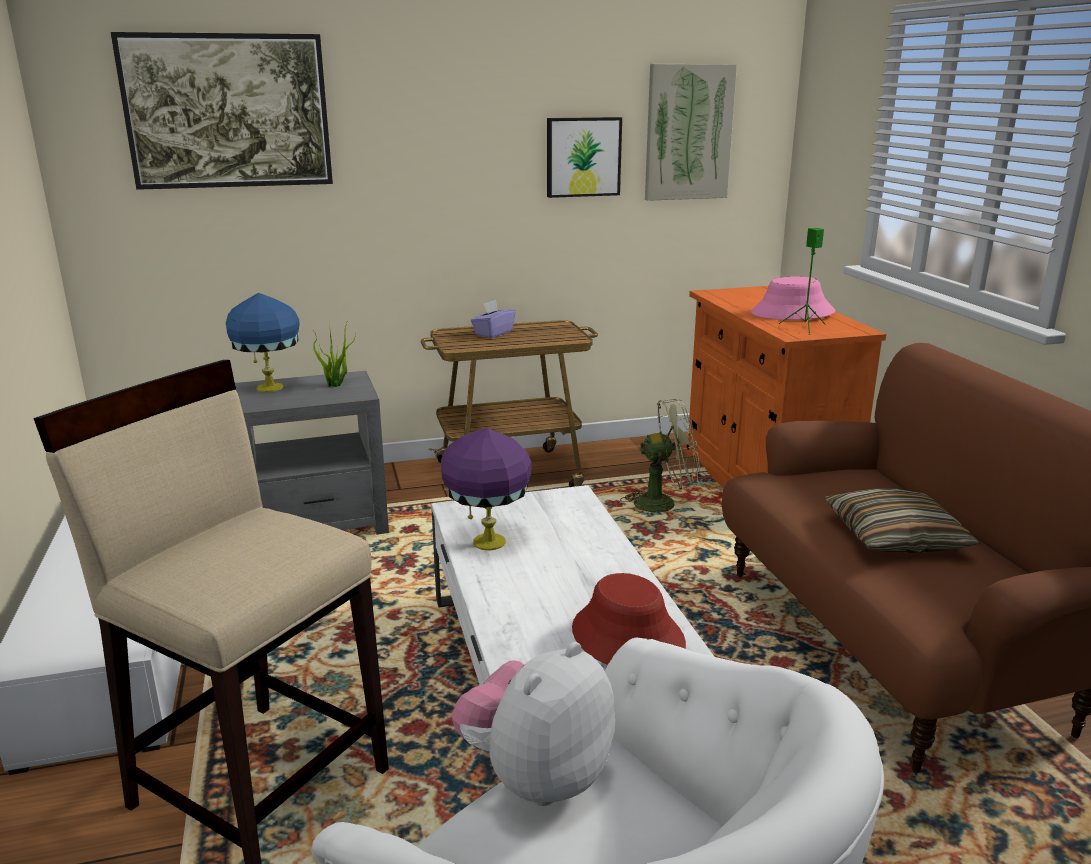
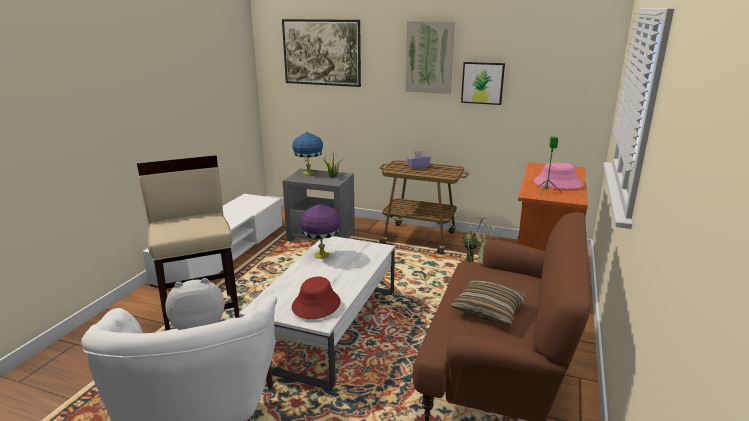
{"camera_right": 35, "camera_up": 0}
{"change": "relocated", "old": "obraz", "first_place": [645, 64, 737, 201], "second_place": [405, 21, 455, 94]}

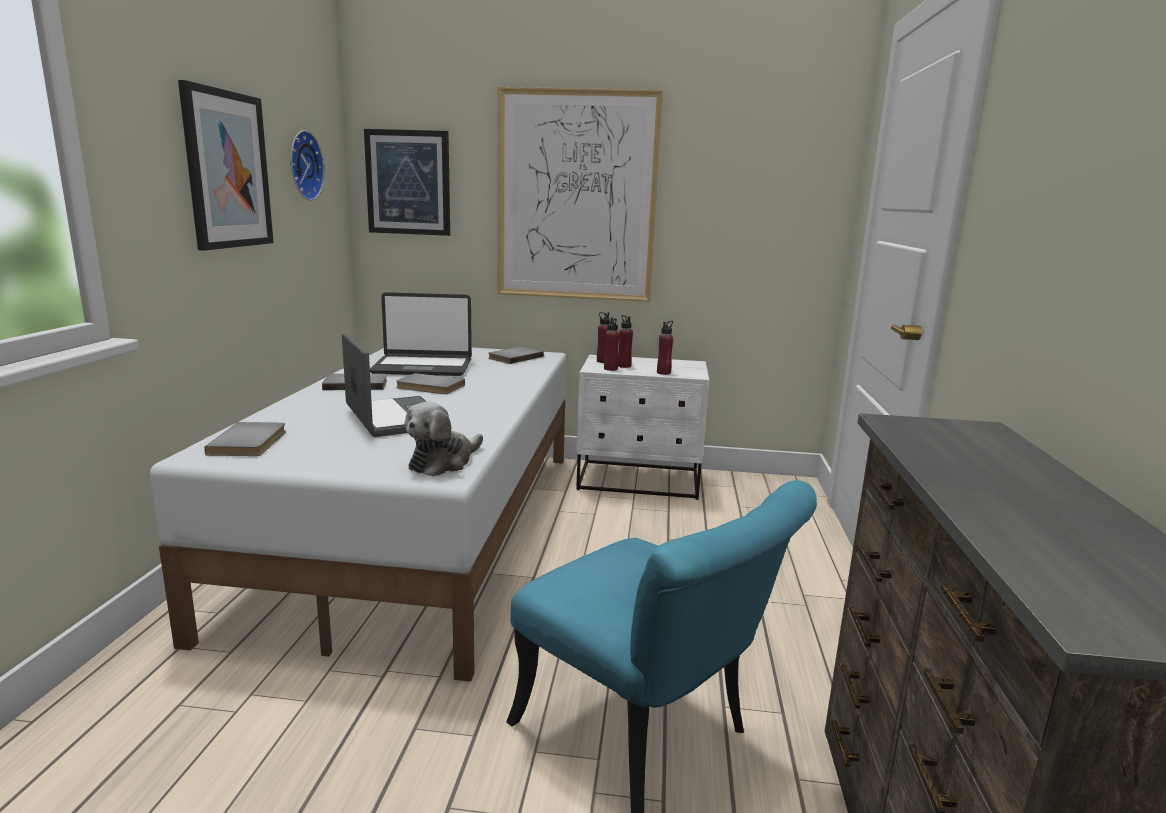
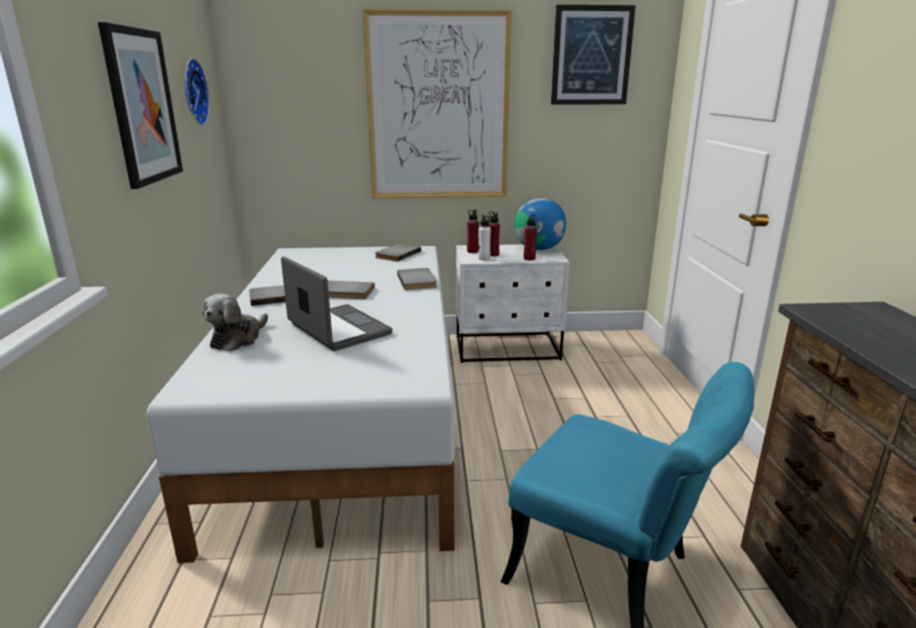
{"camera_right": -10, "camera_up": 5}
{"change": "missing", "old": "laptop", "first_place": [370, 292, 472, 376]}
{"change": "appeared", "new": "globus", "second_place": [515, 198, 566, 250]}
{"change": "relocated", "old": "książka [szary]", "first_place": [204, 422, 286, 456], "second_place": [397, 268, 437, 290]}
{"change": "relocated", "old": "obraz", "first_place": [364, 129, 450, 236], "second_place": [551, 5, 636, 104]}
{"change": "relocated", "old": "pluszak", "first_place": [404, 402, 483, 477], "second_place": [202, 294, 268, 352]}
{"change": "colour", "old": "butelka [czerwony]", "new": "butelka [biały]", "first_place": [604, 317, 620, 371], "second_place": [478, 215, 491, 260]}

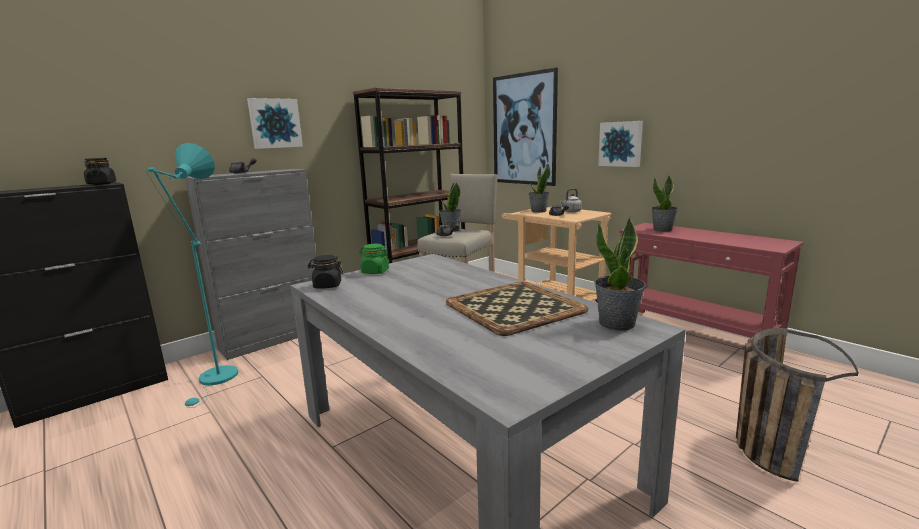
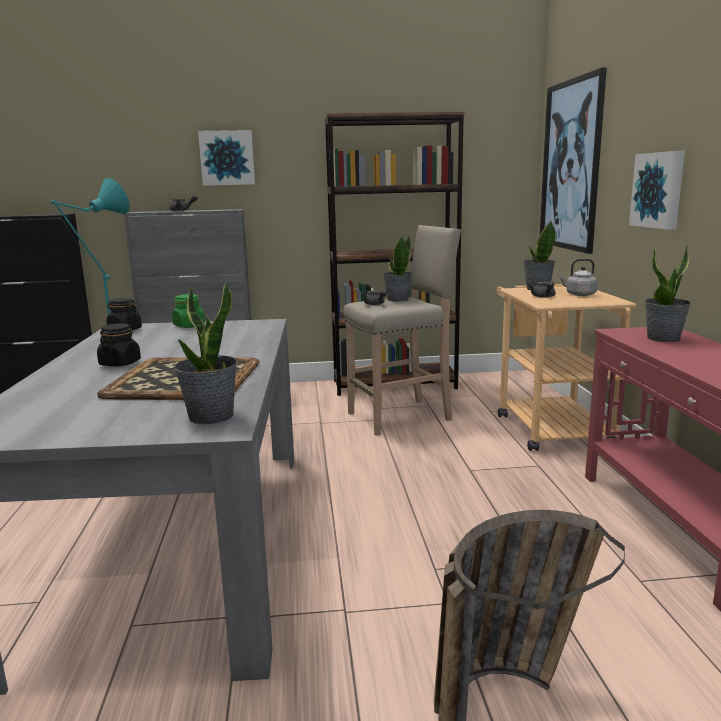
{"camera_right": 35, "camera_up": 0}
{"change": "relocated", "old": "słoik [czarny]", "first_place": [84, 158, 116, 185], "second_place": [97, 323, 141, 367]}

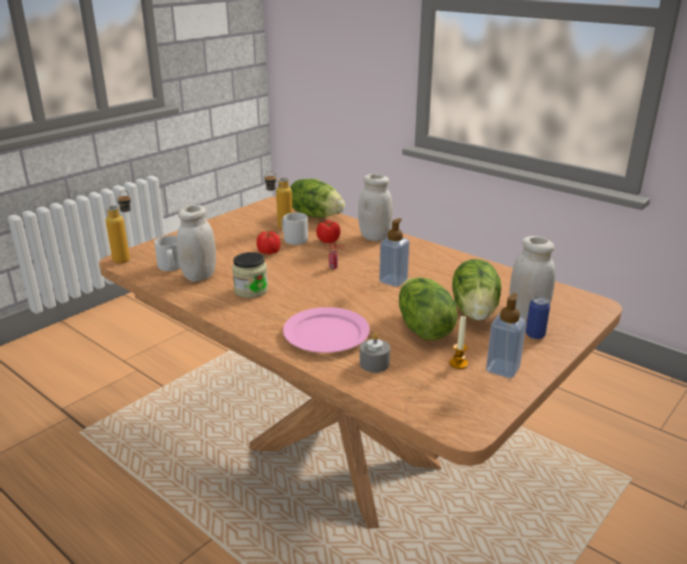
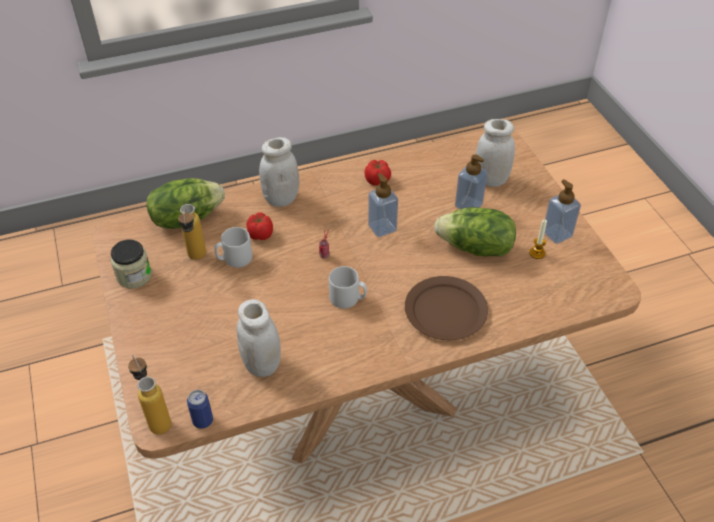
{"camera_right": -60, "camera_up": 20}
{"change": "missing", "old": "świeca [szary]", "first_place": [360, 333, 390, 373]}
{"change": "relocated", "old": "kubek [szary]", "first_place": [154, 236, 180, 271], "second_place": [329, 266, 367, 309]}
{"change": "relocated", "old": "słoik", "first_place": [232, 252, 268, 298], "second_place": [111, 240, 152, 288]}
{"change": "relocated", "old": "pomidor", "first_place": [256, 231, 281, 254], "second_place": [365, 160, 391, 186]}
{"change": "relocated", "old": "puszka", "first_place": [526, 296, 550, 339], "second_place": [187, 390, 213, 429]}
{"change": "exchanged", "old": "sałata", "new": "dozownik mydła", "first_place": [452, 259, 501, 321], "second_place": [455, 154, 488, 209]}
{"change": "colour", "old": "talerz [różowy]", "new": "talerz [brązowy]", "first_place": [283, 307, 370, 353], "second_place": [405, 276, 488, 340]}

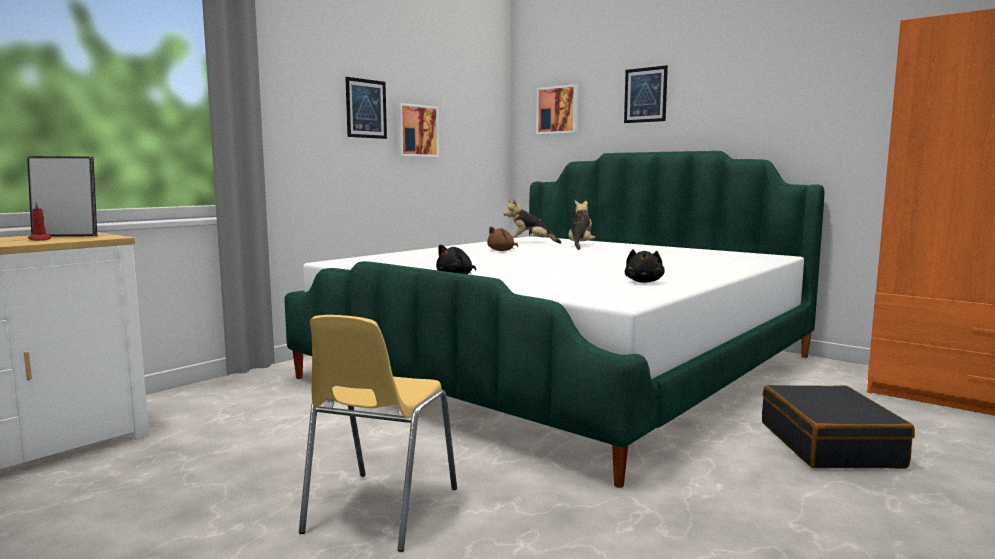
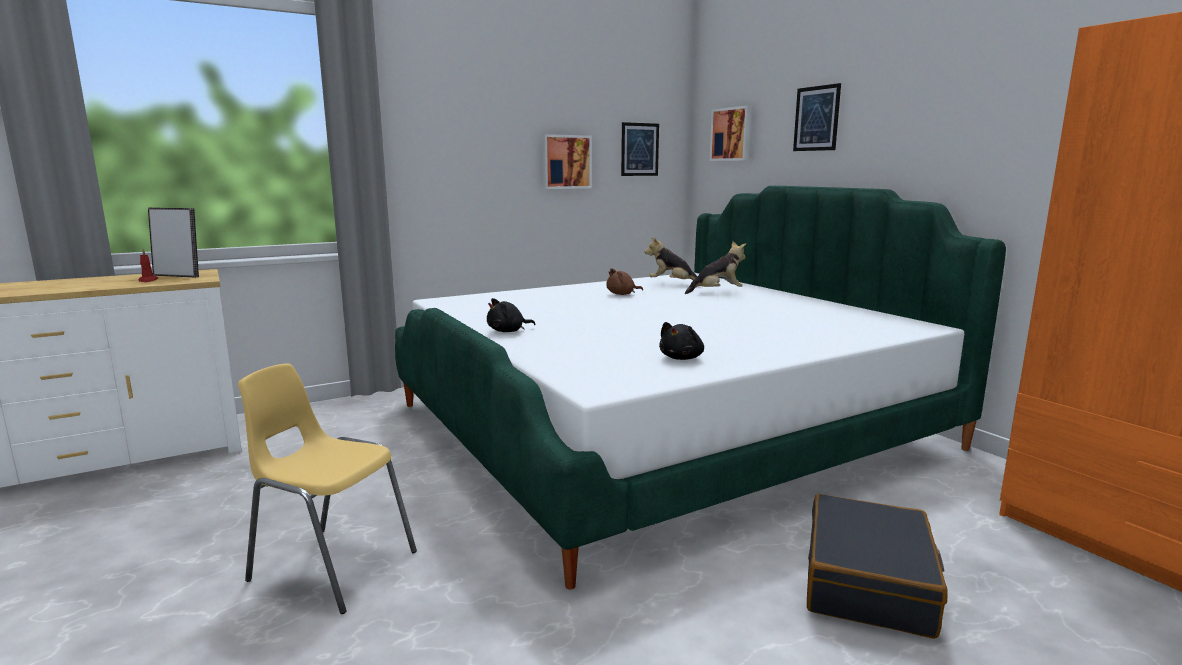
{"camera_right": 20, "camera_up": 5}
{"change": "relocated", "old": "obraz", "first_place": [345, 77, 387, 139], "second_place": [621, 122, 659, 176]}
{"change": "spun", "old": "krzesło [żółty]", "first_place": [299, 315, 457, 552], "second_place": [238, 363, 417, 614], "degrees": 75}
{"change": "spun", "old": "pluszak", "first_place": [568, 200, 595, 250], "second_place": [685, 241, 746, 294], "degrees": 45}

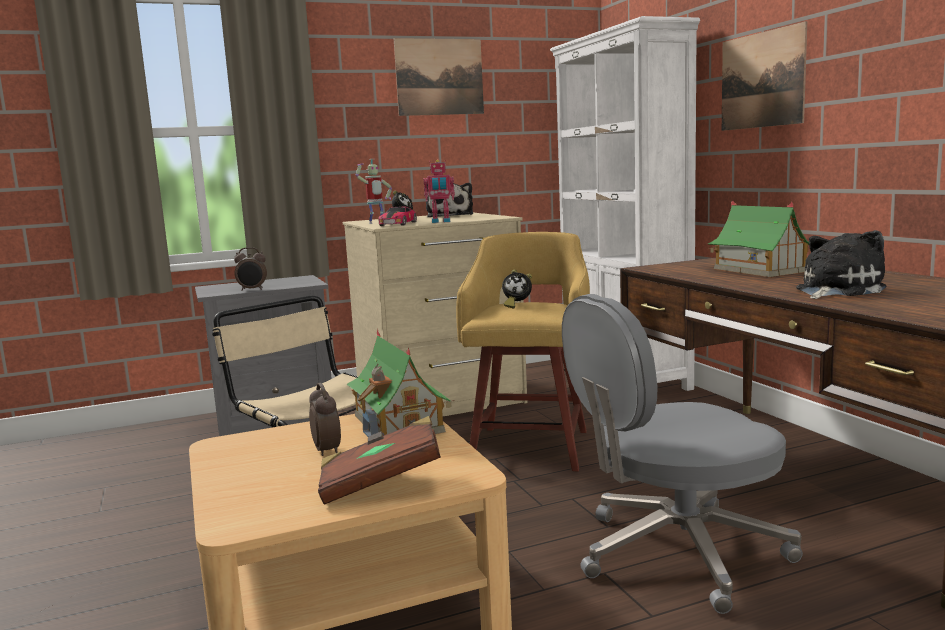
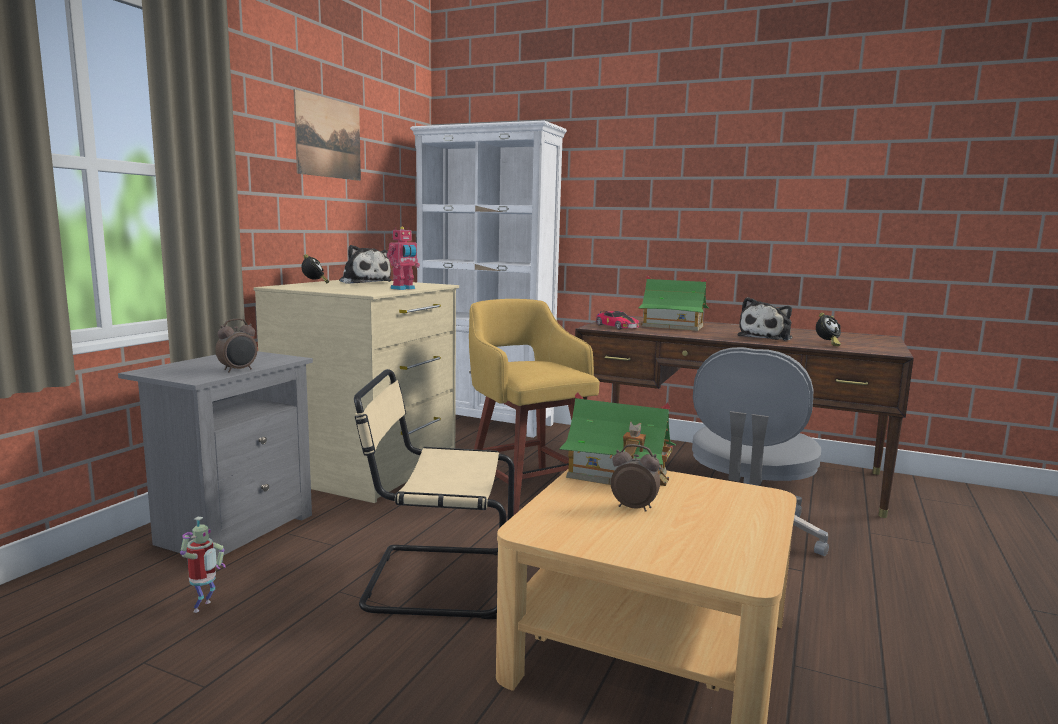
{"camera_right": -45, "camera_up": 0}
{"change": "missing", "old": "książka [brązowy]", "first_place": [318, 416, 441, 505]}
{"change": "missing", "old": "obraz", "first_place": [722, 21, 807, 131]}
{"change": "relocated", "old": "robot zabawkowy", "first_place": [356, 159, 392, 224], "second_place": [180, 517, 226, 613]}
{"change": "relocated", "old": "samochodzik", "first_place": [378, 207, 417, 226], "second_place": [596, 311, 639, 330]}
{"change": "relocated", "old": "budzik", "first_place": [502, 270, 532, 308], "second_place": [816, 313, 841, 346]}
{"change": "spun", "old": "pluszak", "first_place": [796, 230, 887, 299], "second_place": [737, 297, 792, 341], "degrees": -150}

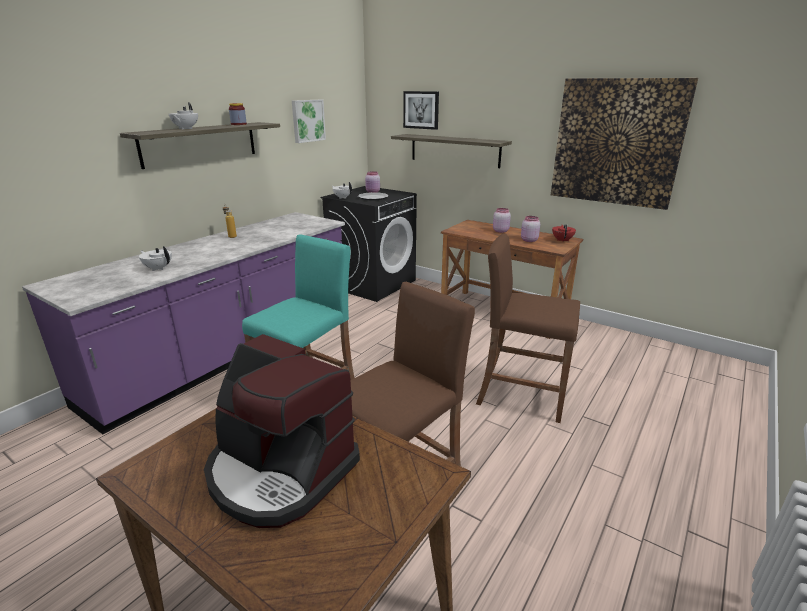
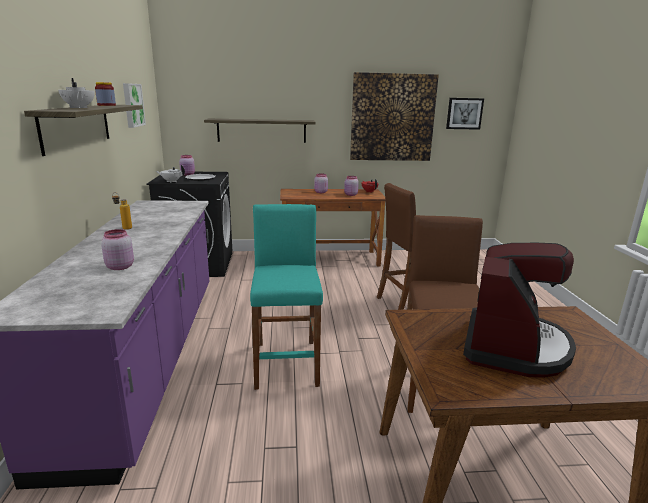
{"camera_right": -40, "camera_up": -5}
{"change": "relocated", "old": "obraz", "first_place": [403, 91, 439, 130], "second_place": [446, 98, 484, 130]}
{"change": "exchanged", "old": "imbryk [biały]", "new": "słoik [różowy]", "first_place": [139, 246, 172, 271], "second_place": [101, 229, 134, 270]}
{"change": "spun", "old": "ekspres do kawy", "first_place": [204, 334, 360, 528], "second_place": [463, 243, 576, 378], "degrees": -60}

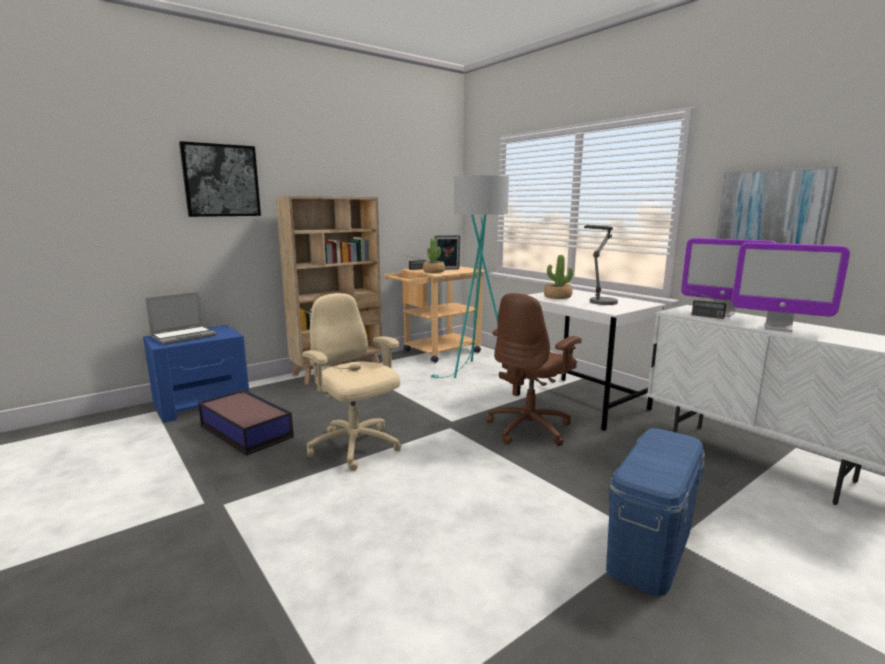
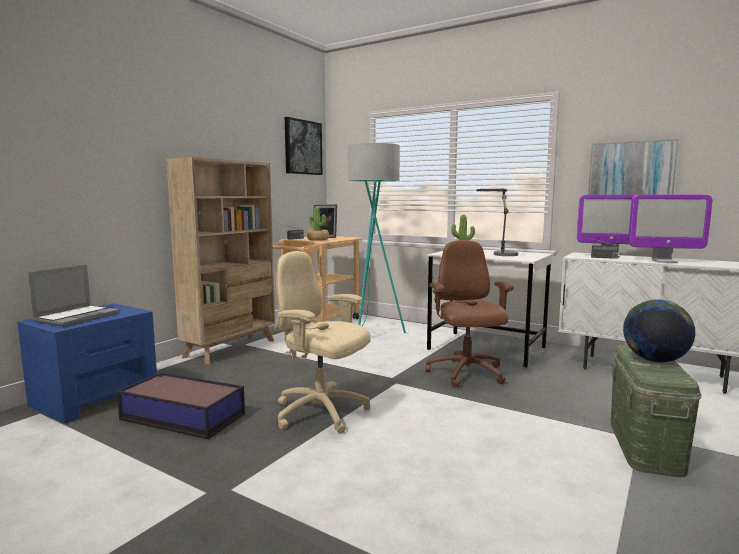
{"camera_right": -20, "camera_up": -5}
{"change": "appeared", "new": "globus", "second_place": [623, 299, 695, 363]}
{"change": "relocated", "old": "obraz", "first_place": [179, 141, 261, 217], "second_place": [285, 117, 323, 175]}
{"change": "colour", "old": "pojemnik do przechowywania [niebieski]", "new": "pojemnik do przechowywania [zielony]", "first_place": [606, 428, 705, 596], "second_place": [611, 345, 701, 477]}
{"change": "spun", "old": "krzesło biurowe [brązowy]", "first_place": [486, 293, 582, 446], "second_place": [425, 240, 513, 388], "degrees": 150}

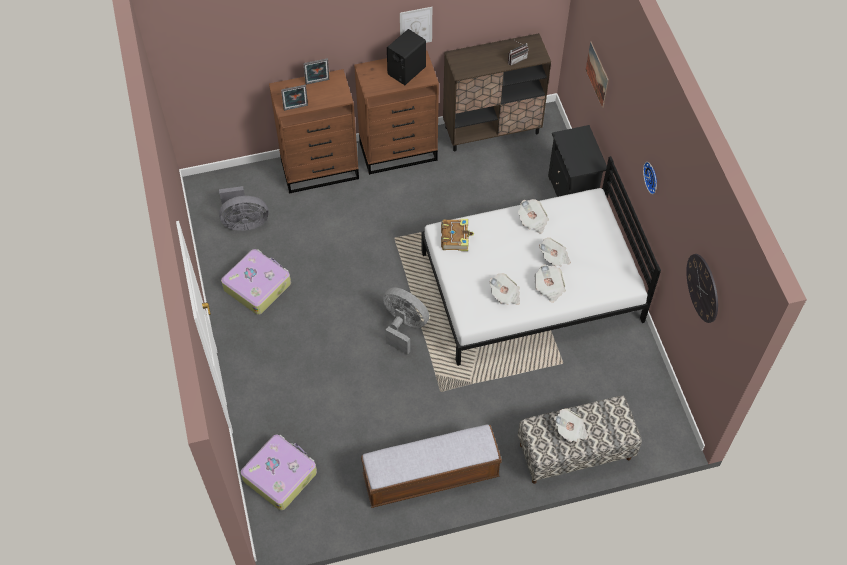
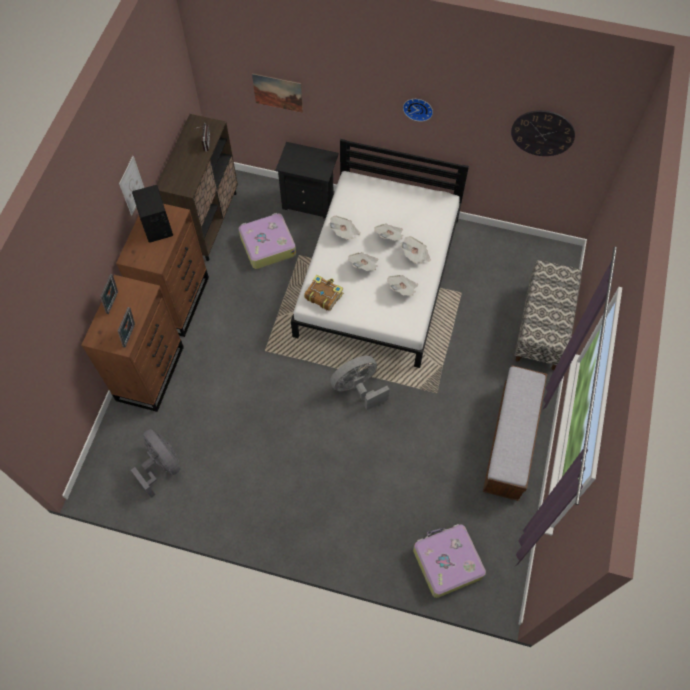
{"camera_right": -60, "camera_up": 5}
{"change": "relocated", "old": "walizka", "first_place": [221, 249, 291, 315], "second_place": [239, 213, 296, 269]}
{"change": "relocated", "old": "gazeta", "first_place": [554, 408, 588, 442], "second_place": [348, 252, 379, 271]}
{"change": "spun", "old": "wentylator [szary]", "first_place": [219, 186, 268, 231], "second_place": [131, 429, 180, 498], "degrees": -60}

